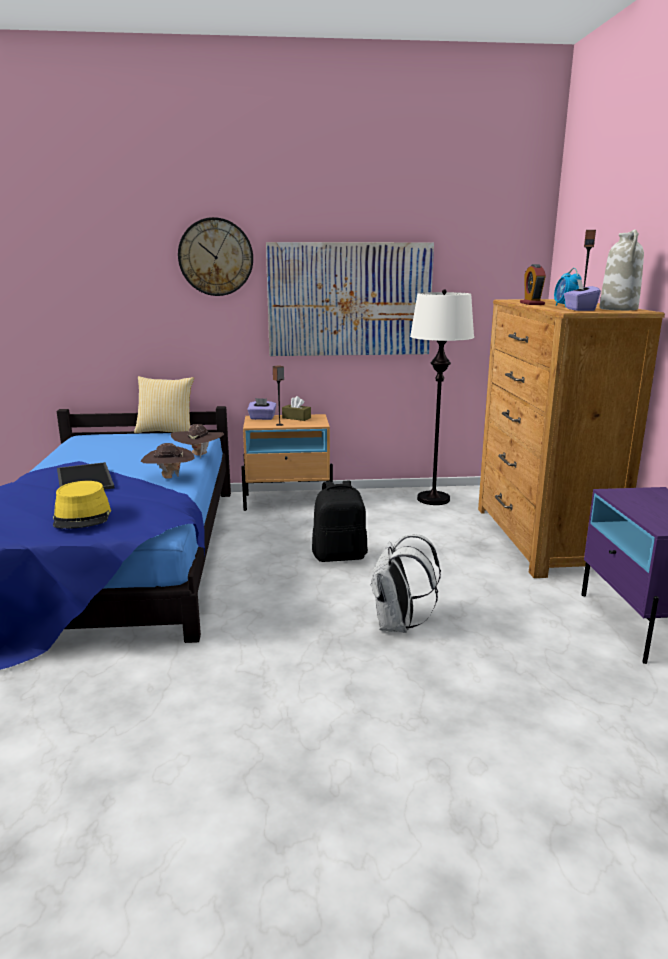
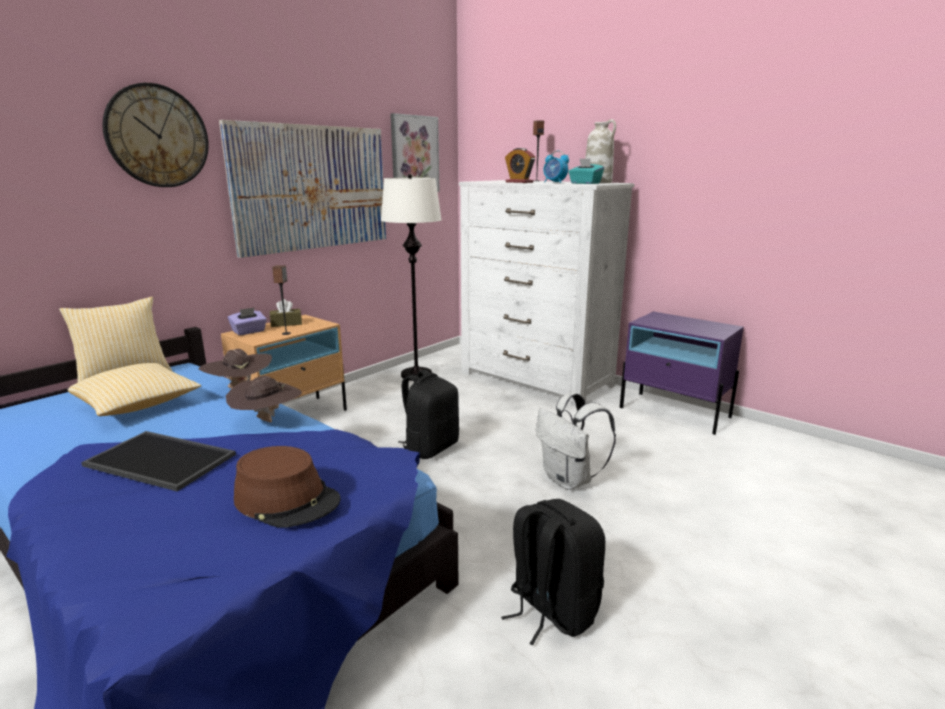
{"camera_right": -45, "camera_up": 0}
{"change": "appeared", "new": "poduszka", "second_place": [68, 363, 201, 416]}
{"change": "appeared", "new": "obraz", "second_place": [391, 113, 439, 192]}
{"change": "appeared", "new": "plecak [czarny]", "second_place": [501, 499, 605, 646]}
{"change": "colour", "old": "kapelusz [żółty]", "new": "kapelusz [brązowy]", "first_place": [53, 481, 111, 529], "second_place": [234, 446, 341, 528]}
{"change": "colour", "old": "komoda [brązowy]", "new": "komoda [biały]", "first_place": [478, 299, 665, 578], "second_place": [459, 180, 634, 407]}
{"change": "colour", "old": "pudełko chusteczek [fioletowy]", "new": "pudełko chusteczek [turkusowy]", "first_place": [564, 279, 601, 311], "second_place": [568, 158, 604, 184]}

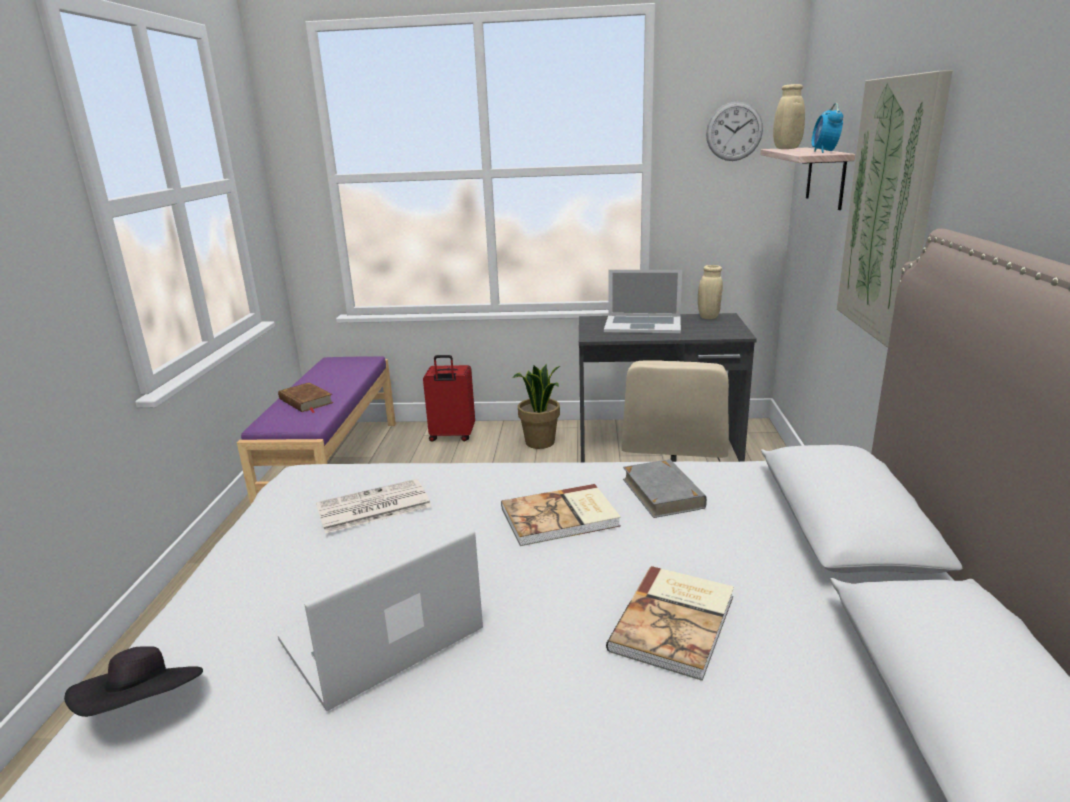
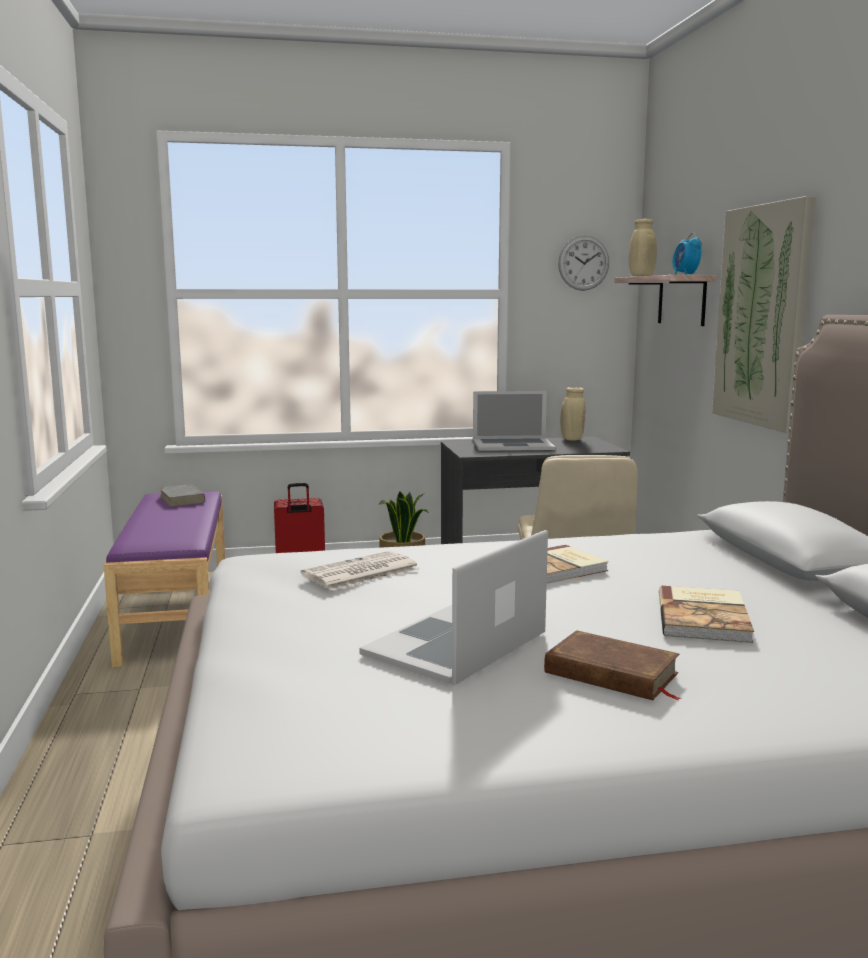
{"camera_right": -15, "camera_up": -10}
{"change": "missing", "old": "kapelusz [czarny]", "first_place": [64, 647, 203, 717]}
{"change": "relocated", "old": "książka [brązowy]", "first_place": [278, 382, 333, 413], "second_place": [544, 630, 682, 700]}
{"change": "relocated", "old": "książka [szary]", "first_place": [623, 459, 707, 518], "second_place": [159, 484, 205, 507]}

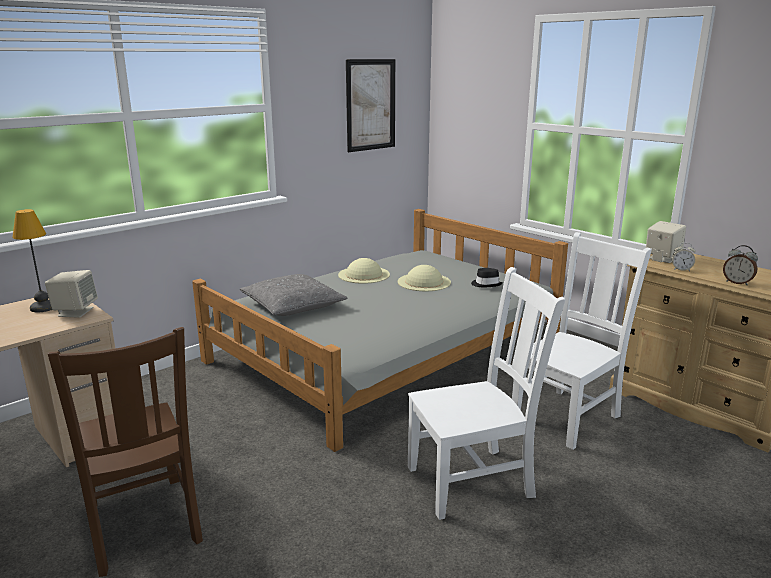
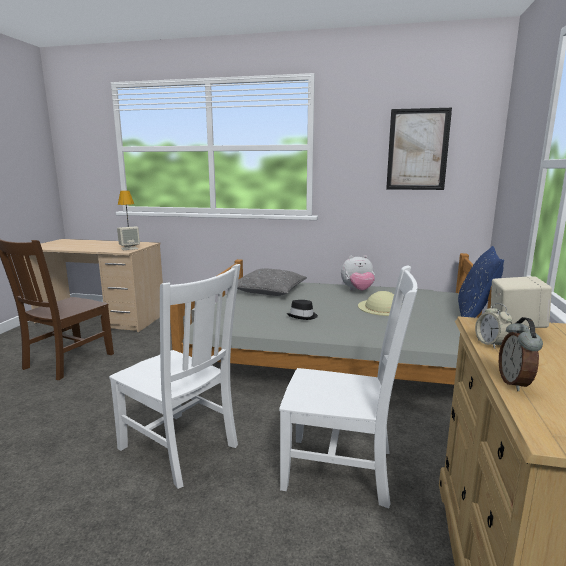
{"camera_right": 55, "camera_up": -5}
{"change": "appeared", "new": "poduszka [niebieski]", "second_place": [458, 246, 504, 318]}
{"change": "relocated", "old": "kapelusz [czarny]", "first_place": [471, 268, 503, 287], "second_place": [287, 300, 318, 320]}
{"change": "exchanged", "old": "kapelusz [beżowy]", "new": "pluszak", "first_place": [338, 258, 390, 284], "second_place": [341, 255, 375, 290]}

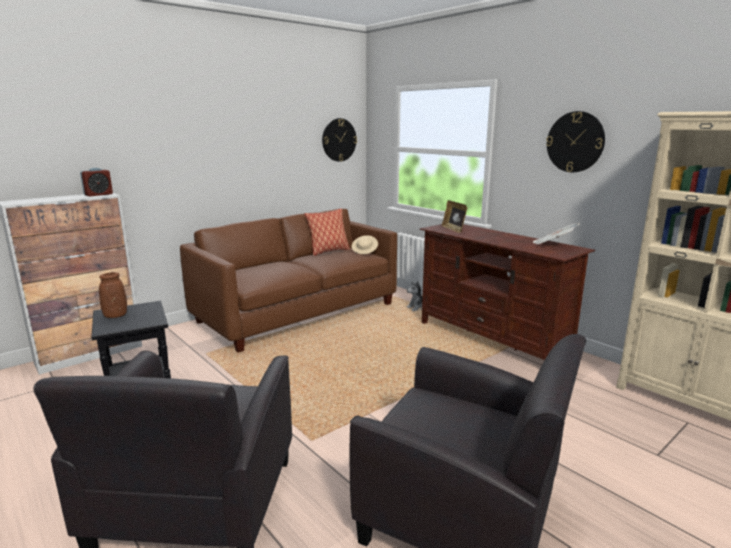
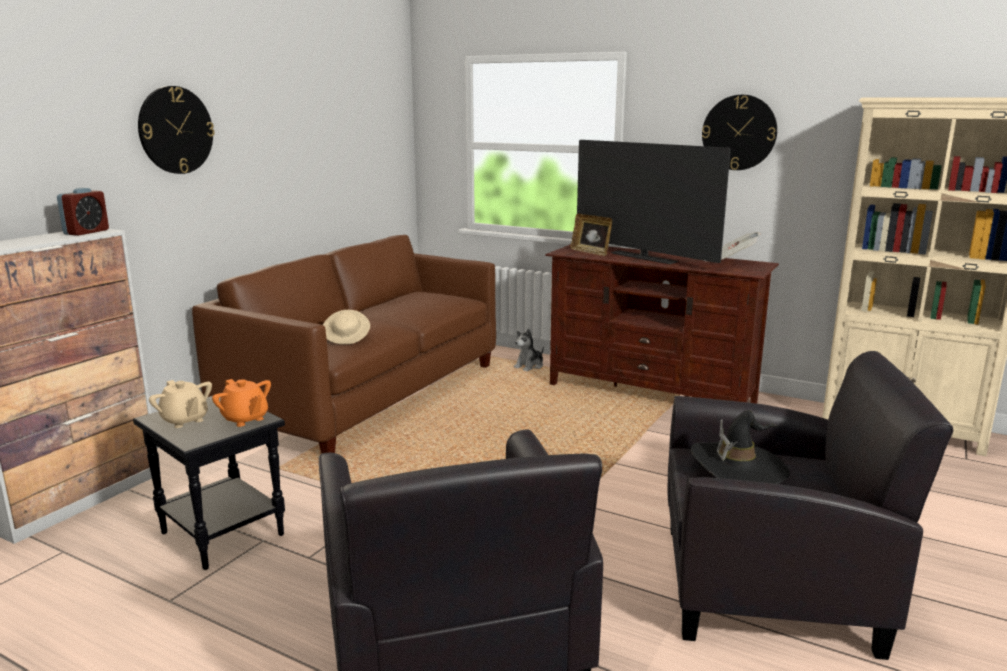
{"camera_right": -20, "camera_up": 0}
{"change": "missing", "old": "poduszka", "first_place": [304, 209, 350, 256]}
{"change": "appeared", "new": "imbryk [pomarańczowy]", "second_place": [212, 379, 271, 427]}
{"change": "appeared", "new": "telewizor", "second_place": [577, 140, 731, 264]}
{"change": "appeared", "new": "kapelusz [czarny]", "second_place": [691, 410, 790, 484]}
{"change": "relocated", "old": "zegar ścienny", "first_place": [322, 118, 357, 162], "second_place": [138, 86, 215, 174]}
{"change": "relocated", "old": "kapelusz [beżowy]", "first_place": [352, 235, 378, 254], "second_place": [323, 310, 370, 344]}
{"change": "exchanged", "old": "wazon [brązowy]", "new": "imbryk [beżowy]", "first_place": [99, 272, 127, 318], "second_place": [149, 380, 212, 428]}

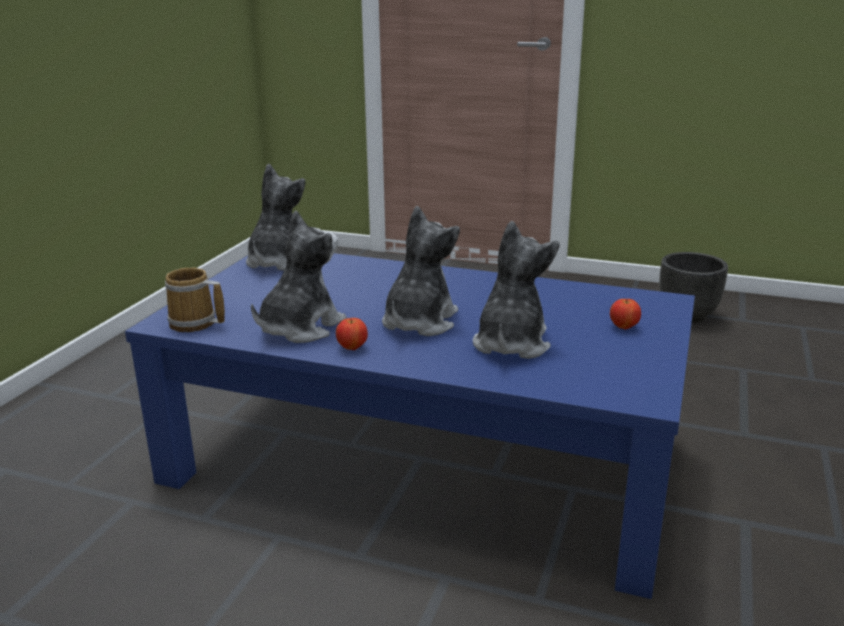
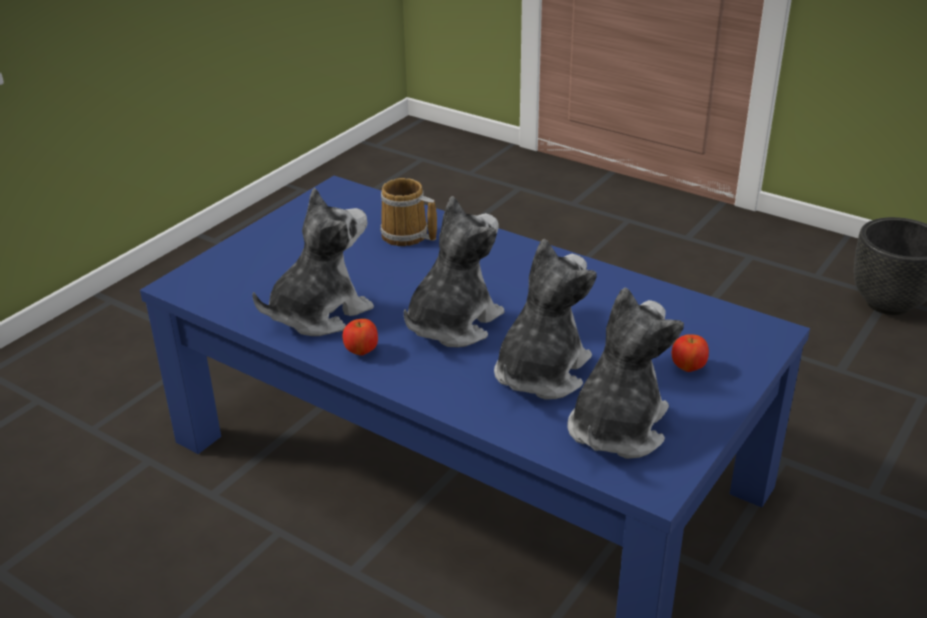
{"camera_right": 15, "camera_up": 10}
{"change": "relocated", "old": "kubek", "first_place": [165, 268, 225, 332], "second_place": [380, 178, 437, 246]}
{"change": "relocated", "old": "pluszak", "first_place": [246, 164, 306, 271], "second_place": [567, 287, 684, 459]}

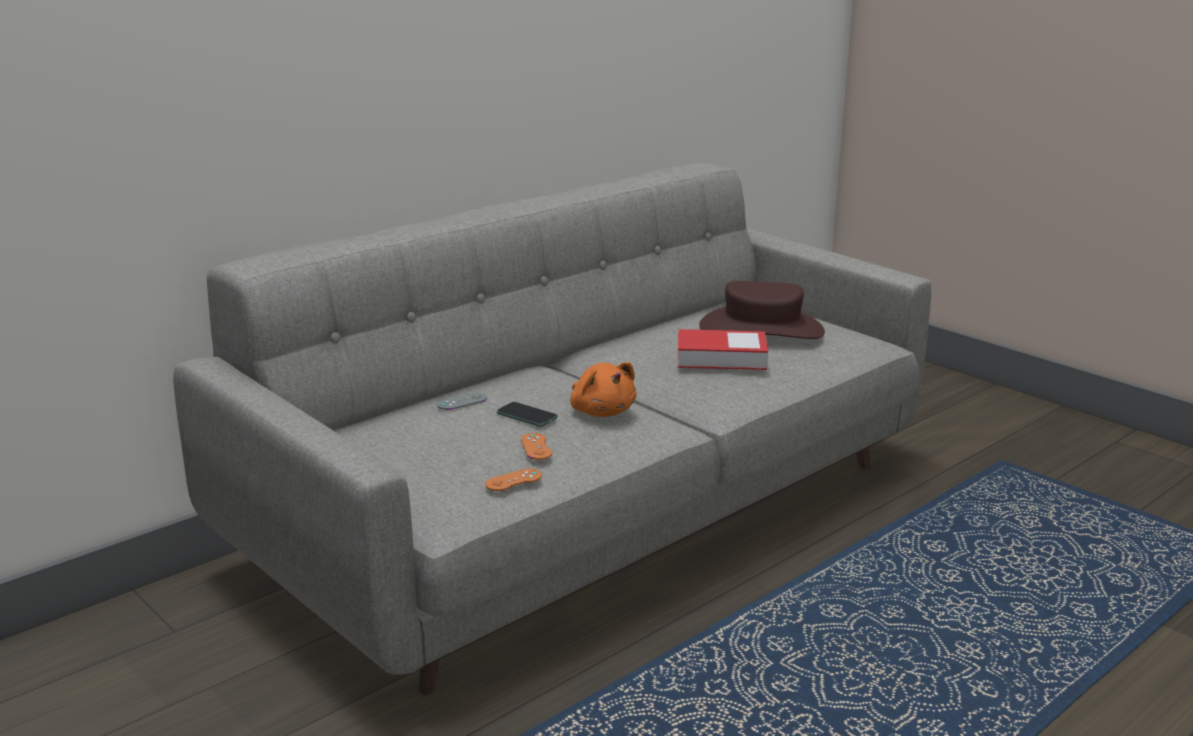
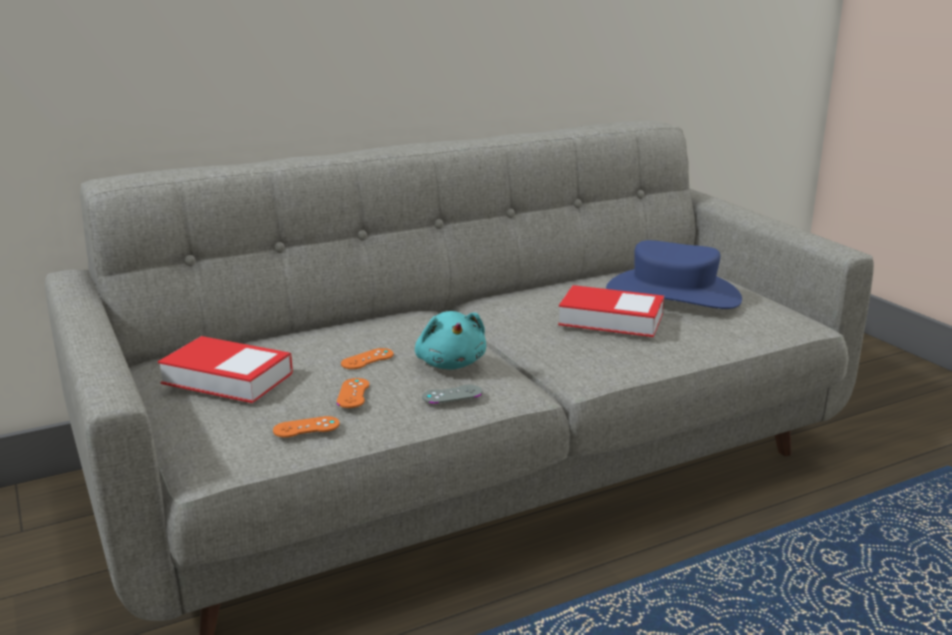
{"camera_right": 15, "camera_up": 0}
{"change": "appeared", "new": "książka", "second_place": [158, 336, 293, 403]}
{"change": "relocated", "old": "pad do gier [szary]", "first_place": [437, 392, 487, 410], "second_place": [422, 385, 482, 404]}
{"change": "exchanged", "old": "telefon", "new": "pad do gier [pomarańczowy]", "first_place": [497, 402, 558, 427], "second_place": [341, 348, 393, 369]}
{"change": "colour", "old": "pluszak [pomarańczowy]", "new": "pluszak [turkusowy]", "first_place": [570, 362, 637, 417], "second_place": [415, 311, 486, 369]}
{"change": "colour", "old": "kapelusz [brązowy]", "new": "kapelusz [niebieski]", "first_place": [699, 281, 825, 339], "second_place": [606, 240, 742, 309]}

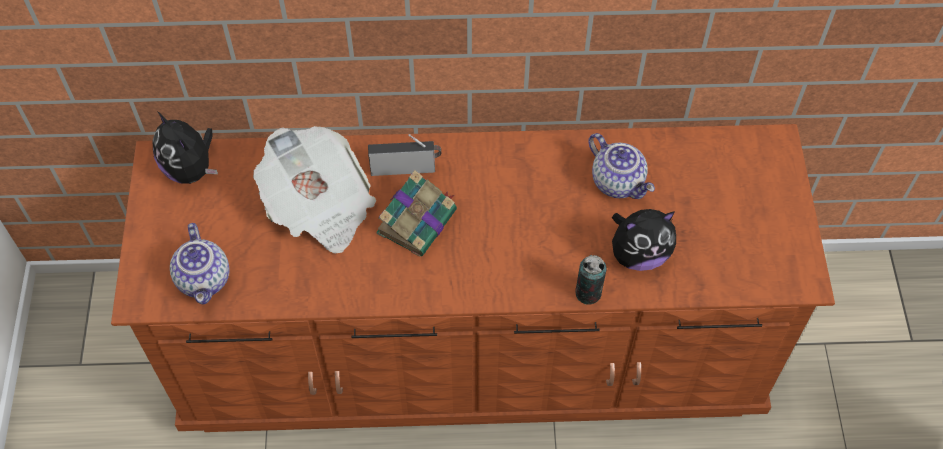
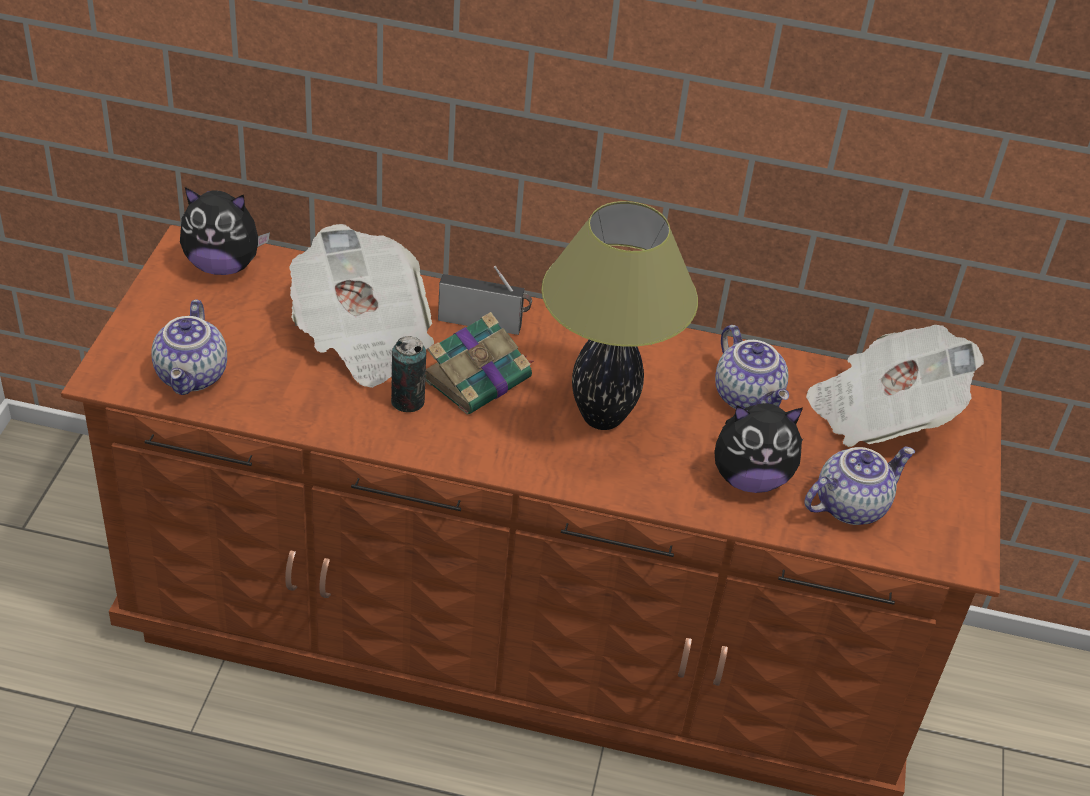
{"camera_right": 10, "camera_up": -15}
{"change": "appeared", "new": "lampa stołowa", "second_place": [541, 201, 698, 430]}
{"change": "appeared", "new": "imbryk", "second_place": [804, 447, 915, 525]}
{"change": "appeared", "new": "gazeta", "second_place": [806, 325, 984, 447]}
{"change": "relocated", "old": "puszka", "first_place": [576, 255, 607, 305], "second_place": [391, 336, 426, 412]}
{"change": "spun", "old": "pluszak", "first_place": [153, 112, 218, 184], "second_place": [180, 187, 270, 275], "degrees": -60}

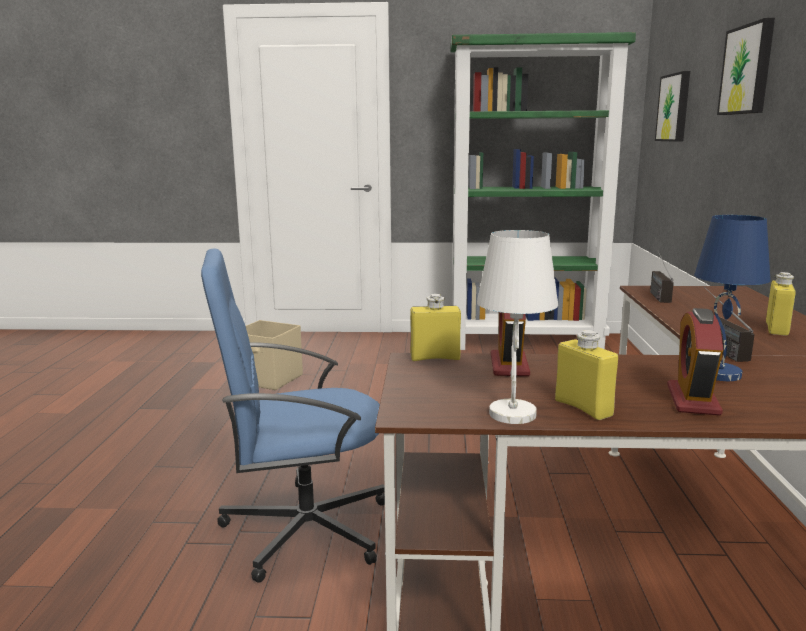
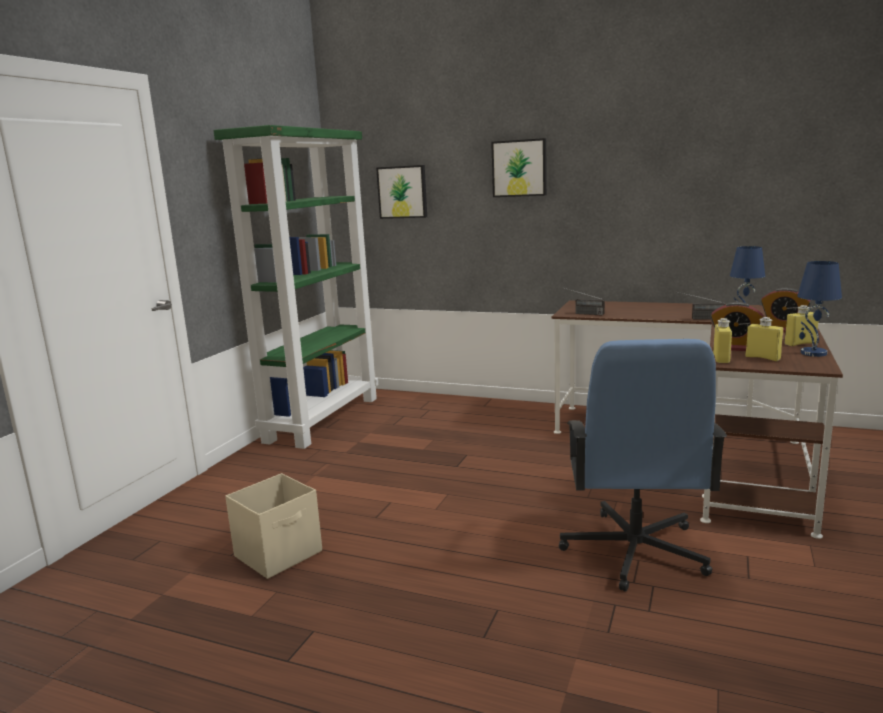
{"camera_right": -70, "camera_up": 0}
{"change": "relocated", "old": "butelka [żółty]", "first_place": [766, 272, 796, 336], "second_place": [746, 317, 783, 361]}
{"change": "colour", "old": "lampa stołowa [biały]", "new": "lampa stołowa [niebieski]", "first_place": [477, 230, 558, 424], "second_place": [797, 261, 842, 357]}

